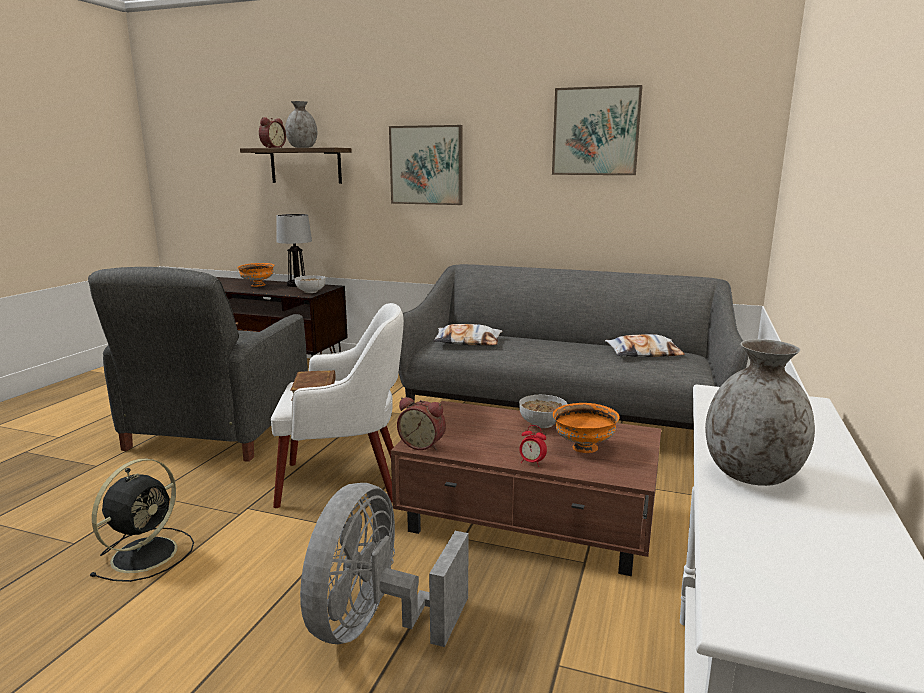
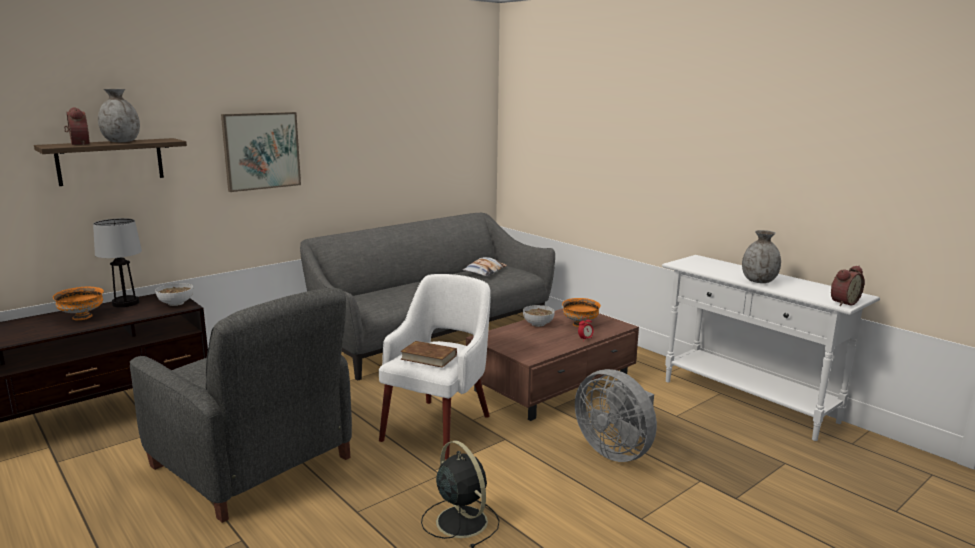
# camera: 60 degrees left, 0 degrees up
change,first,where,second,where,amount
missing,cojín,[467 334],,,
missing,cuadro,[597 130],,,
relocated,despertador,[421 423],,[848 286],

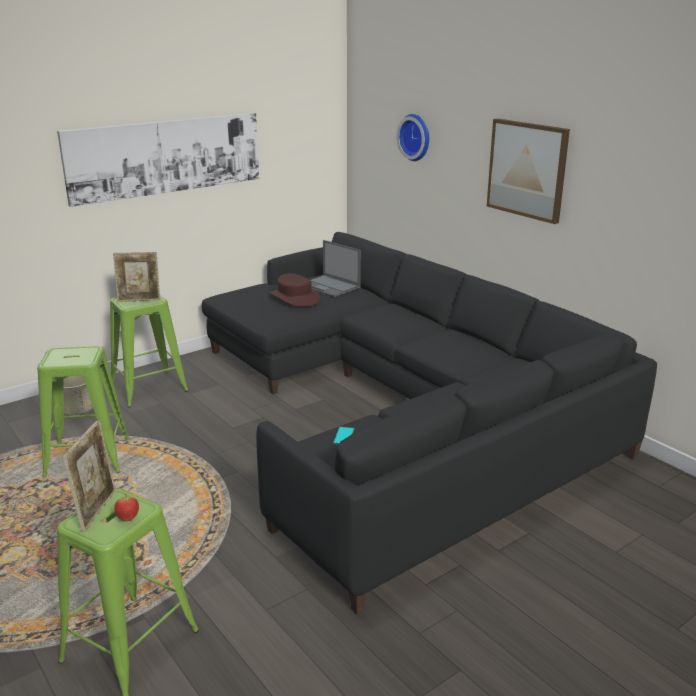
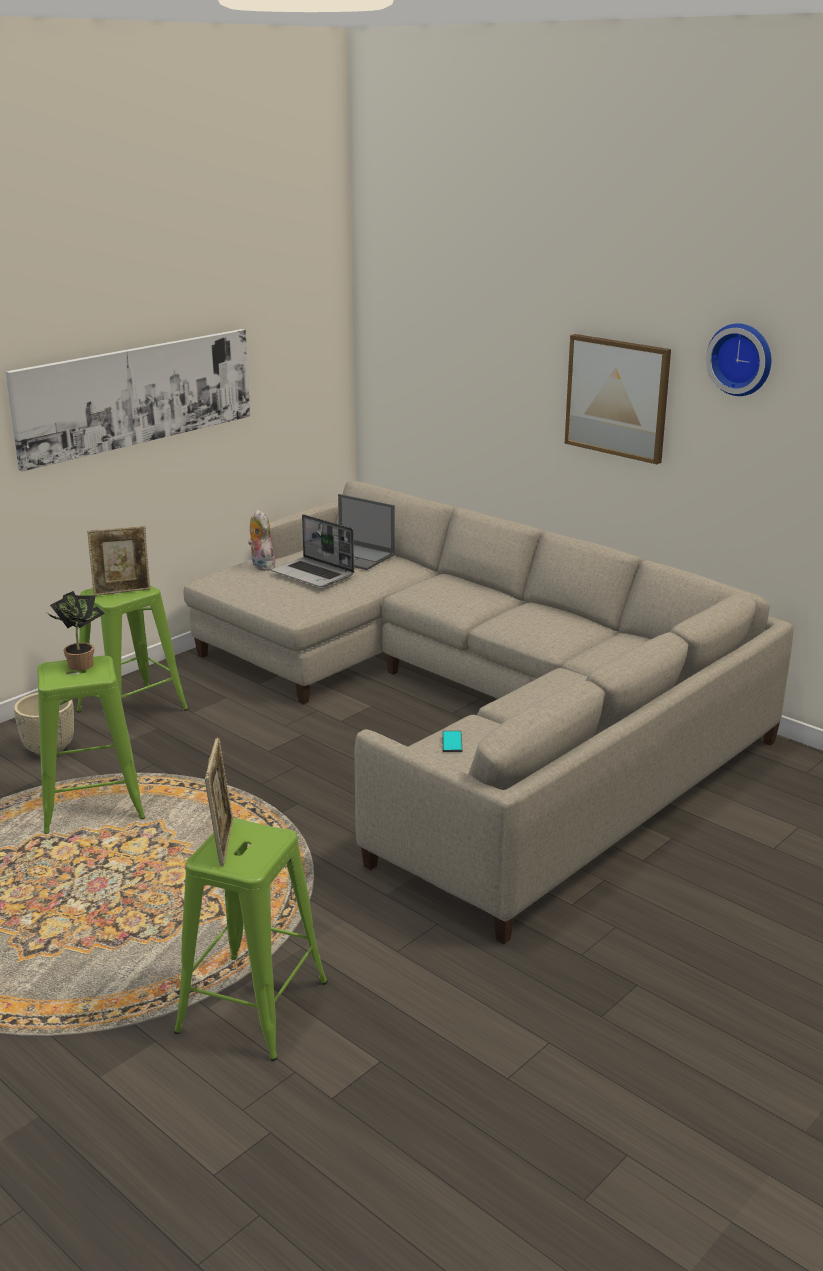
# camera: 10 degrees left, 0 degrees up
change,first,where,second,where,amount
missing,manzana,[126 507],,,
appeared,,,planta en maceta,[76 631],
appeared,,,peluche,[261 540],
relocated,reloj de pared,[413 137],,[738 359],
exchanged,sombrero/marrón,[295 290],portátil,[312 550],
colour,sofá/negro,[429 423],sofá/beis,[488 712],

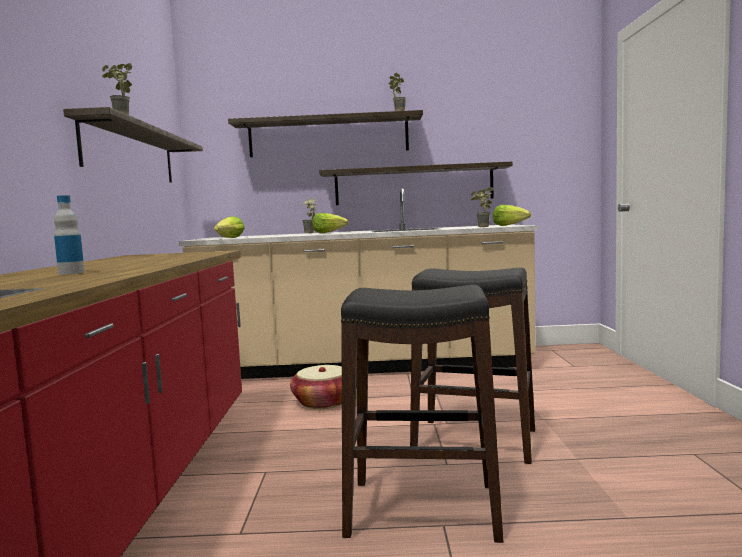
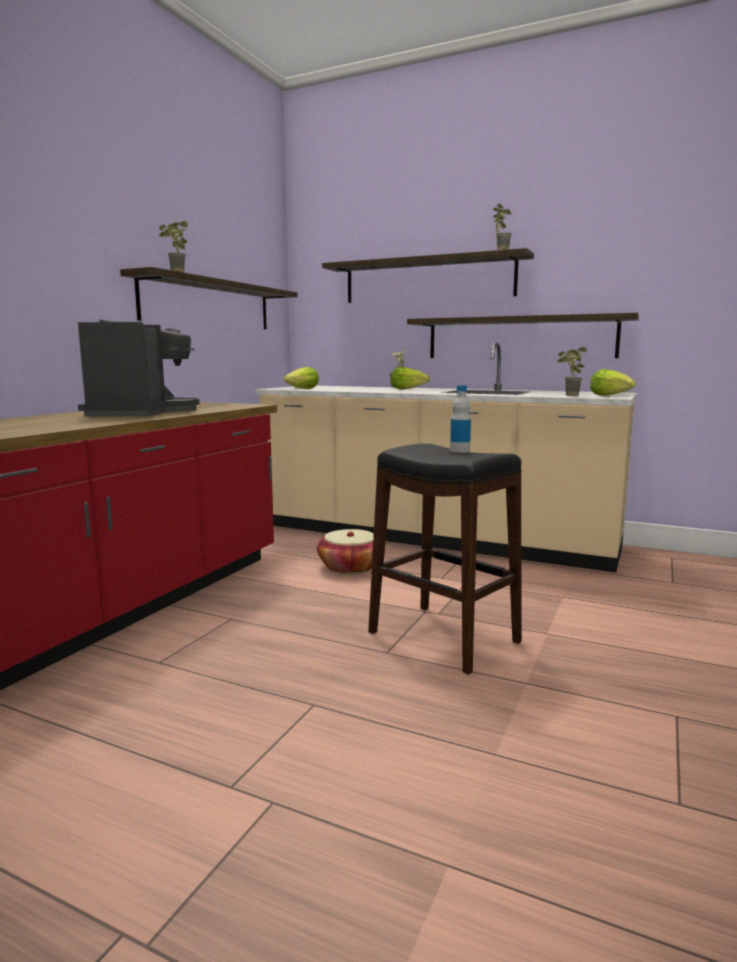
# camera: 25 degrees right, 5 degrees up
change,first,where,second,where,amount
missing,taburete/negro,[422 414],,,
appeared,,,cafetera,[139 368],
relocated,botella,[69 235],,[460 419],

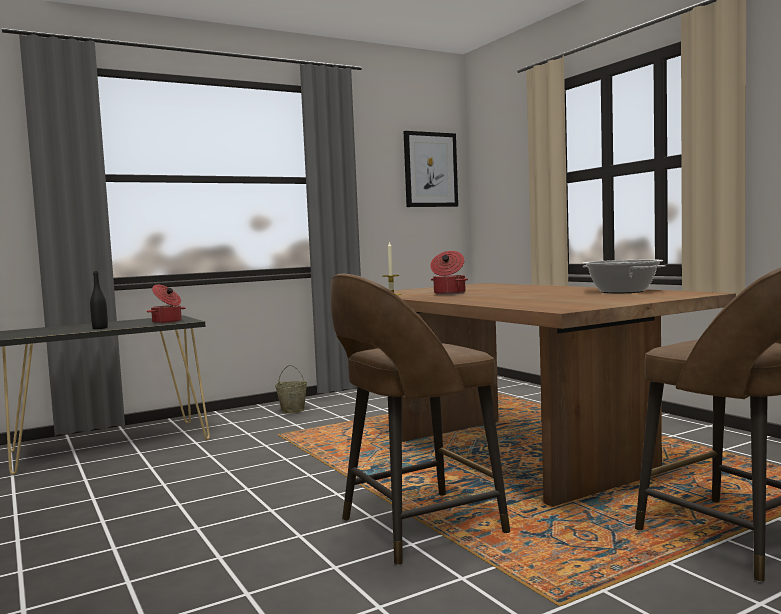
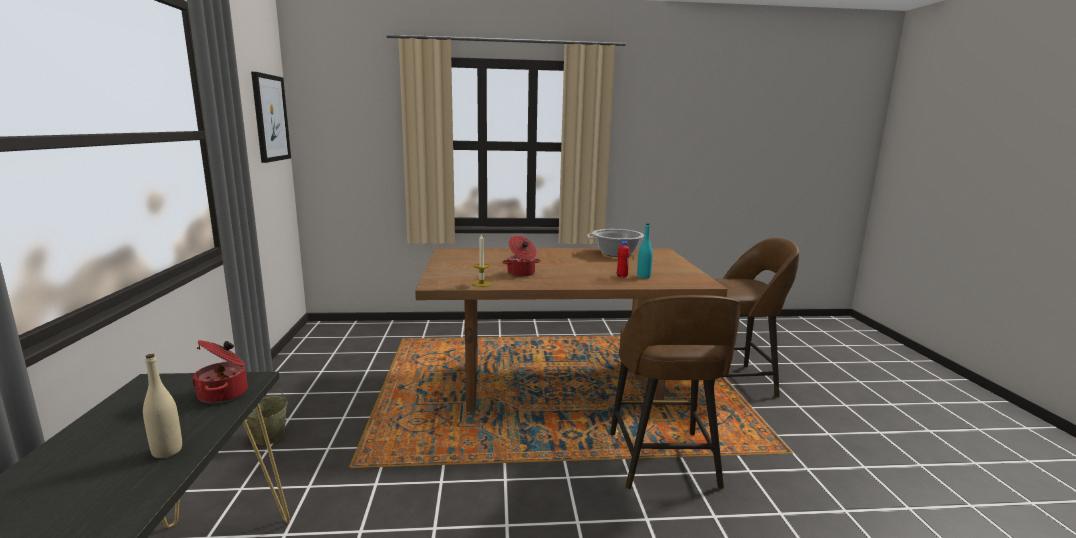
# camera: 65 degrees left, 10 degrees up
change,first,where,second,where,amount
appeared,,,botella/rojo,[623 259],
appeared,,,botella/turquesa,[645 250],
colour,botella/negro,[99 300],botella/beis,[162 406],

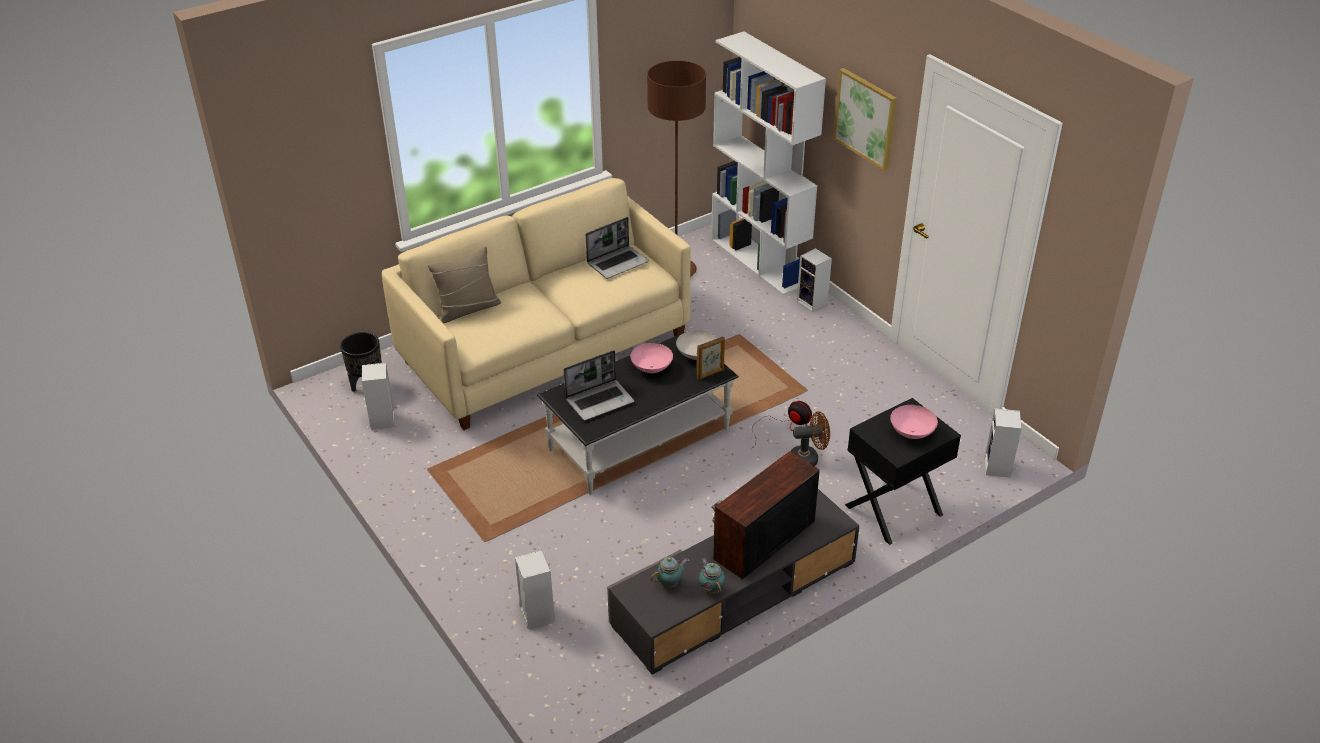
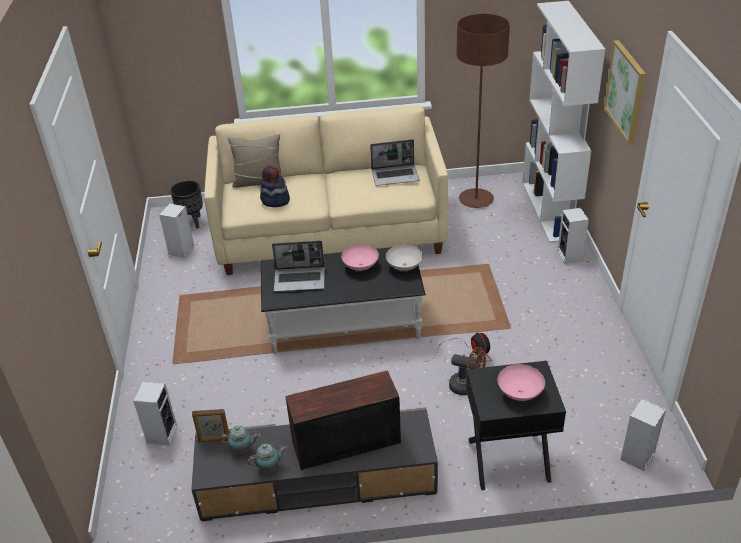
# camera: 30 degrees right, 0 degrees up
change,first,where,second,where,amount
appeared,,,sombrero,[275 186],
relocated,portarretratos,[711 358],,[210 425],
spun,tetera,[711 576],,[267 458],60 degrees clockwise

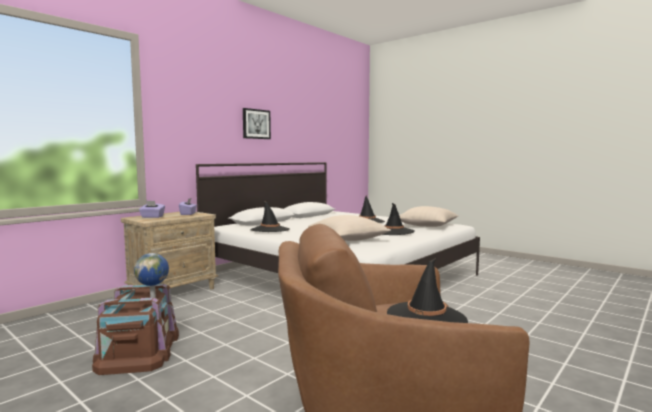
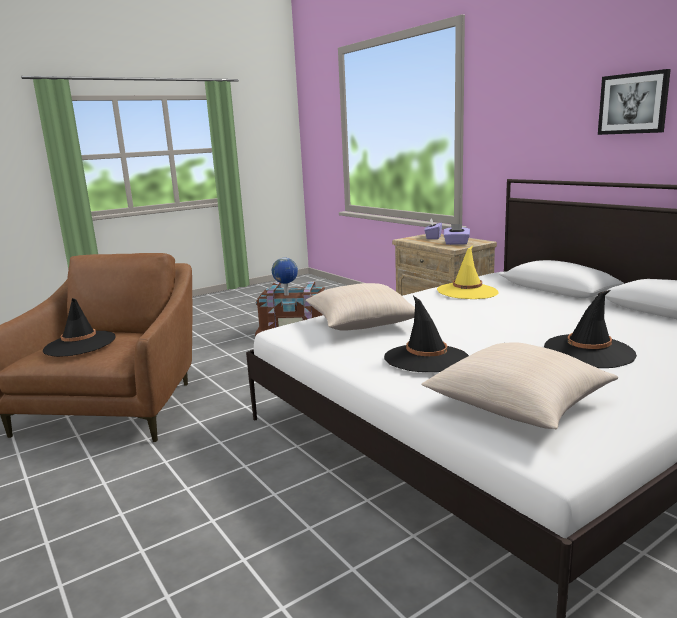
# camera: 105 degrees right, 10 degrees up
change,first,where,second,where,amount
colour,sombrero/negro,[270 216],sombrero/amarillo,[467 272],

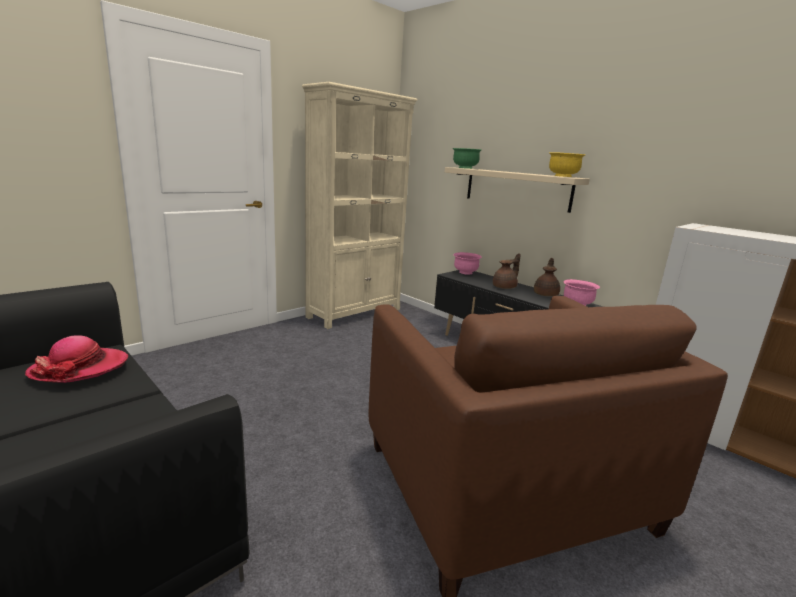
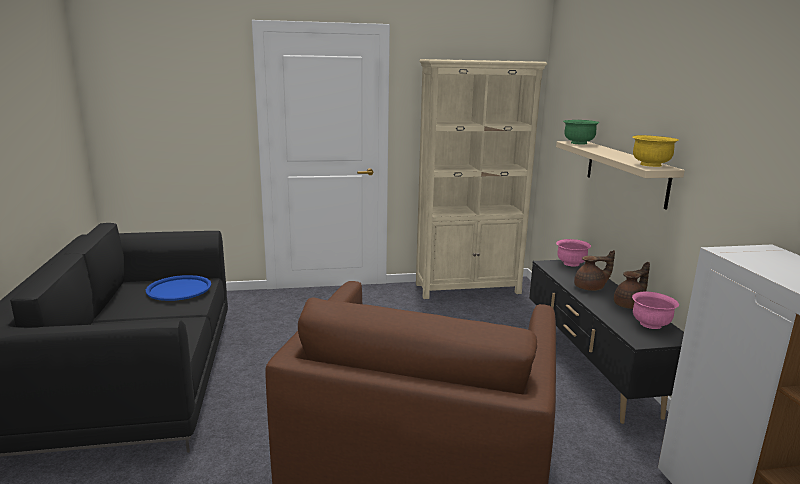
# camera: 35 degrees right, 0 degrees up
change,first,where,second,where,amount
exchanged,sombrero,[76 359],bandeja/azul,[178 288],

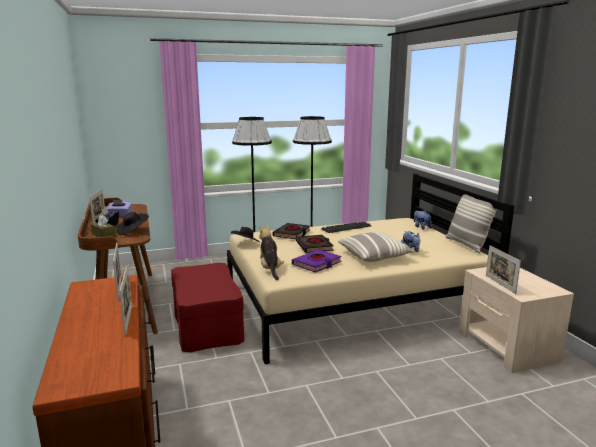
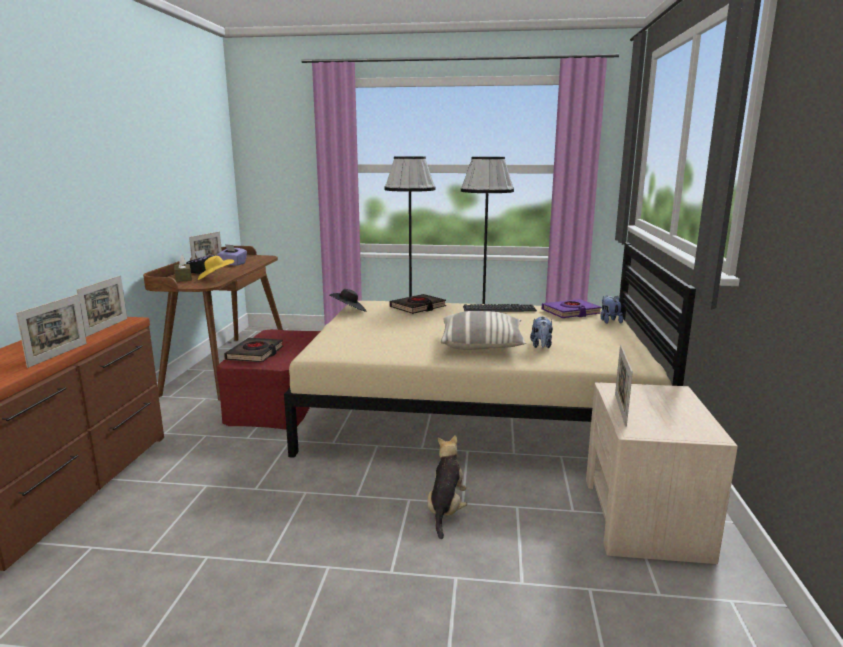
# camera: 25 degrees right, 0 degrees up
change,first,where,second,where,amount
missing,cojín,[471 223],,,
relocated,peluche,[271 252],,[447 487],
relocated,libro/morado,[316 261],,[572 308],
relocated,libro/negro,[314 244],,[254 350],
colour,sombrero/negro,[132 223],sombrero/amarillo,[216 268],

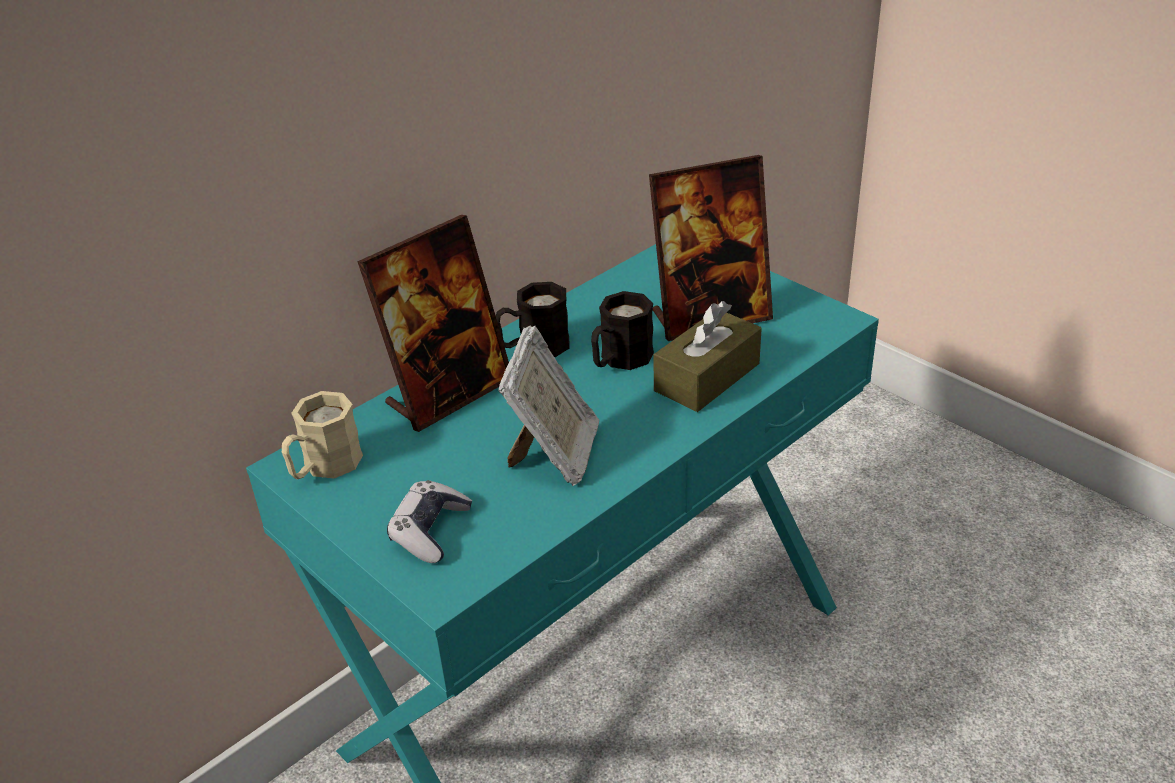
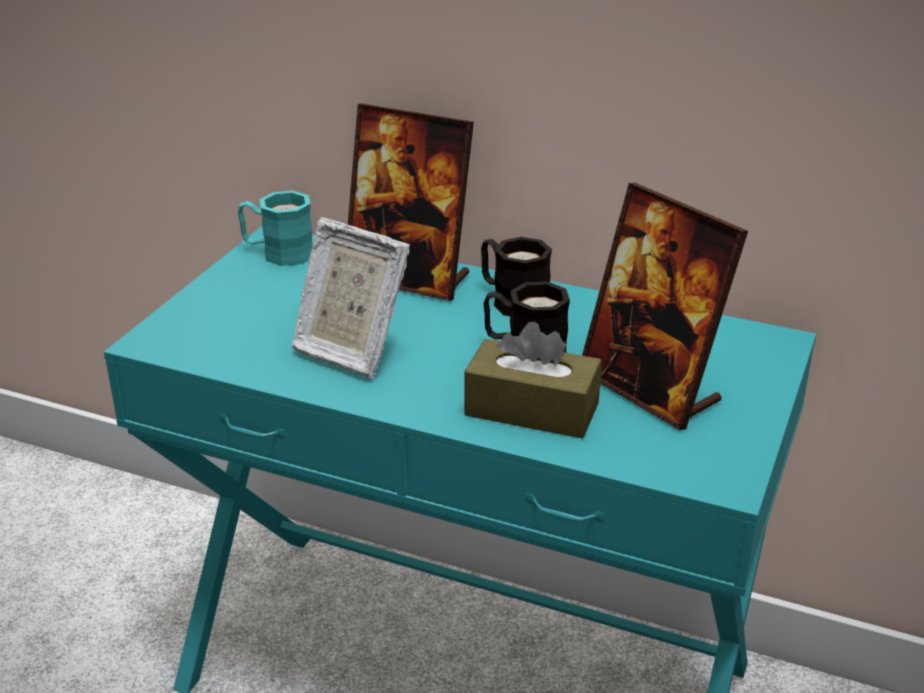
# camera: 65 degrees right, 5 degrees down
change,first,where,second,where,amount
missing,mando de consola,[429 521],,,
colour,taza grande/beis,[322 435],taza grande/turquesa,[275 228],
spun,portarretratos,[549 406],,[351 297],45 degrees clockwise

